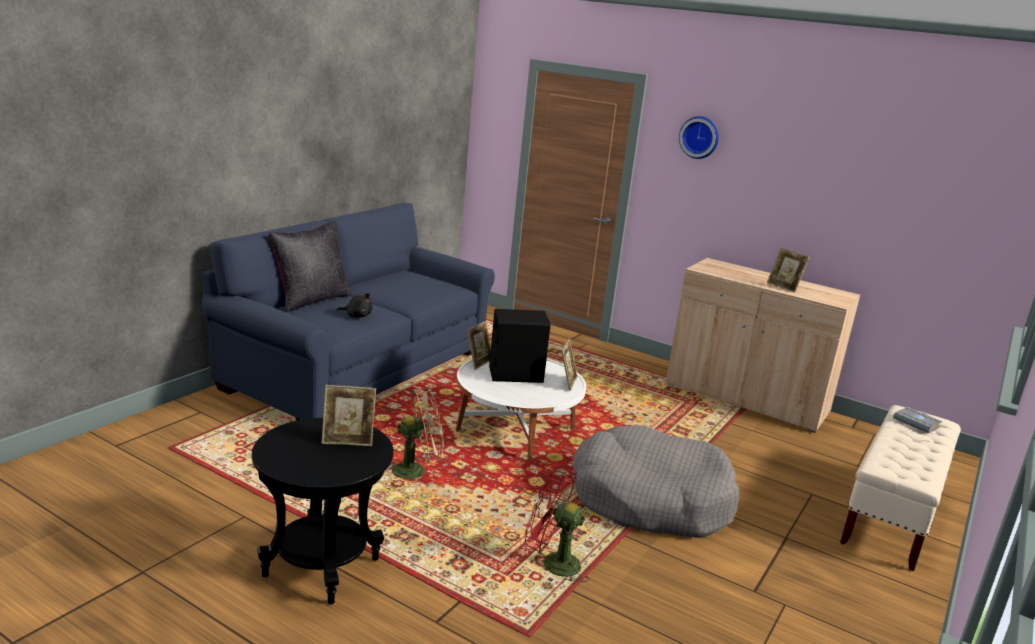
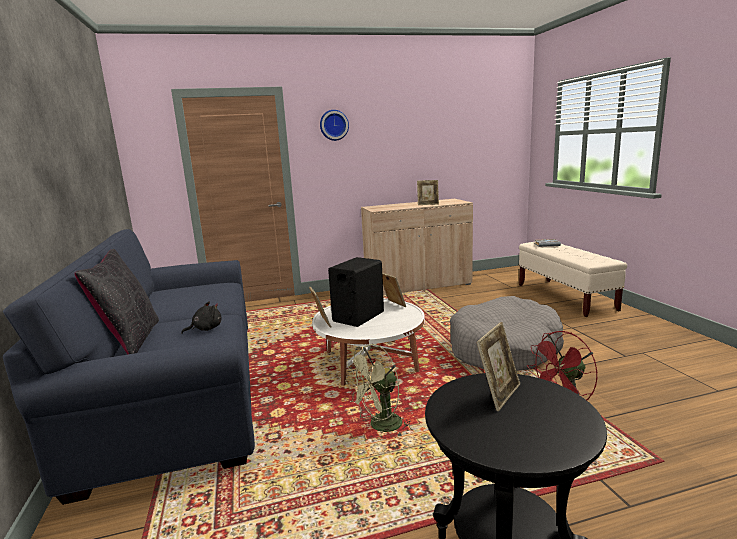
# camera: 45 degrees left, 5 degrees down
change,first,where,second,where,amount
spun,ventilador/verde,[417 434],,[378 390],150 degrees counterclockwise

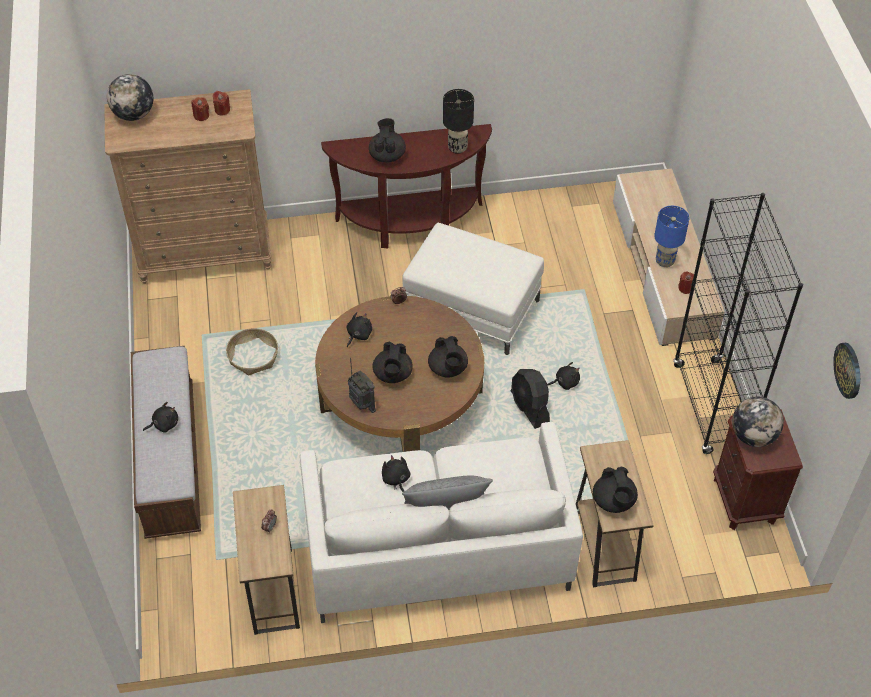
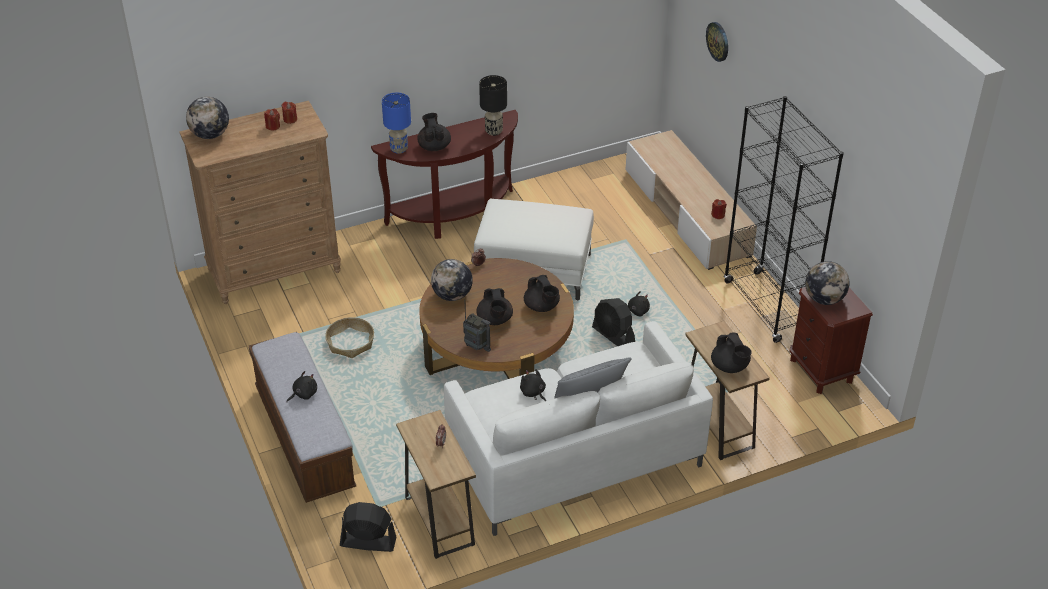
# camera: 15 degrees left, 10 degrees down
change,first,where,second,where,amount
appeared,,,ventilador/negro,[368 527],
relocated,lámpara de mesa/azul,[671 236],,[396 123],
relocated,reloj de pared,[846 371],,[717 42],
exchanged,peluche/negro,[359 329],globo terráqueo,[452 280],

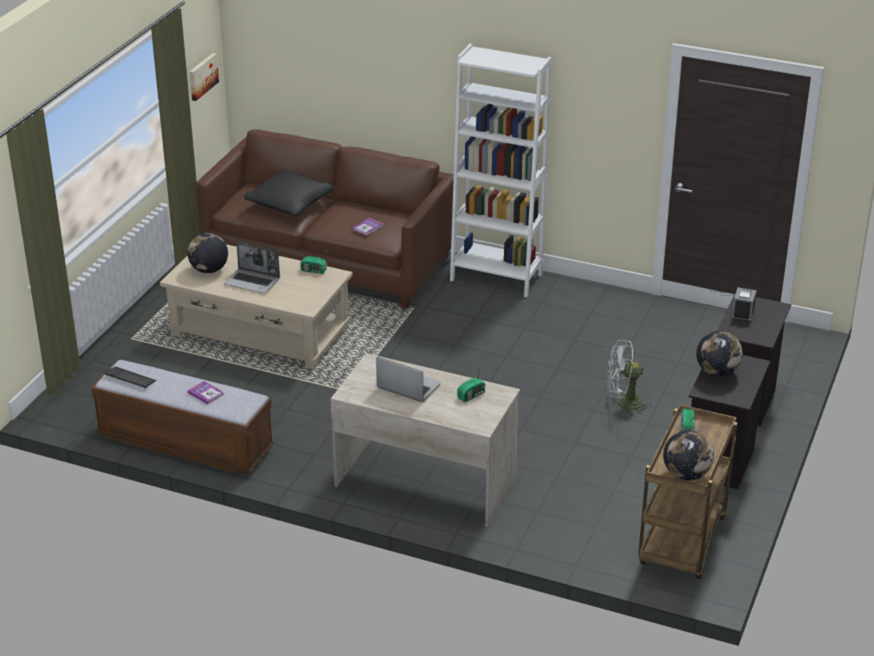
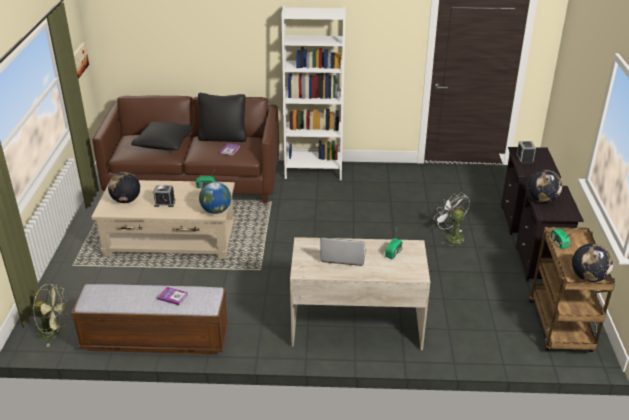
# camera: 20 degrees left, 0 degrees up
change,first,where,second,where,amount
missing,teclado,[130 377],,,
appeared,,,ventilador/verde,[51 315],
appeared,,,cojín/negro,[222 117],
appeared,,,globo terráqueo,[215 198],
exchanged,portátil,[252 268],despertador,[164 196],
spun,ventilador/blanco,[629 377],,[452 220],75 degrees clockwise

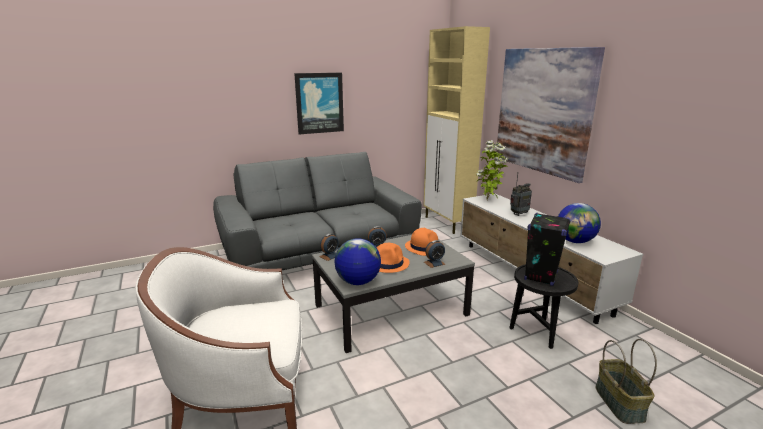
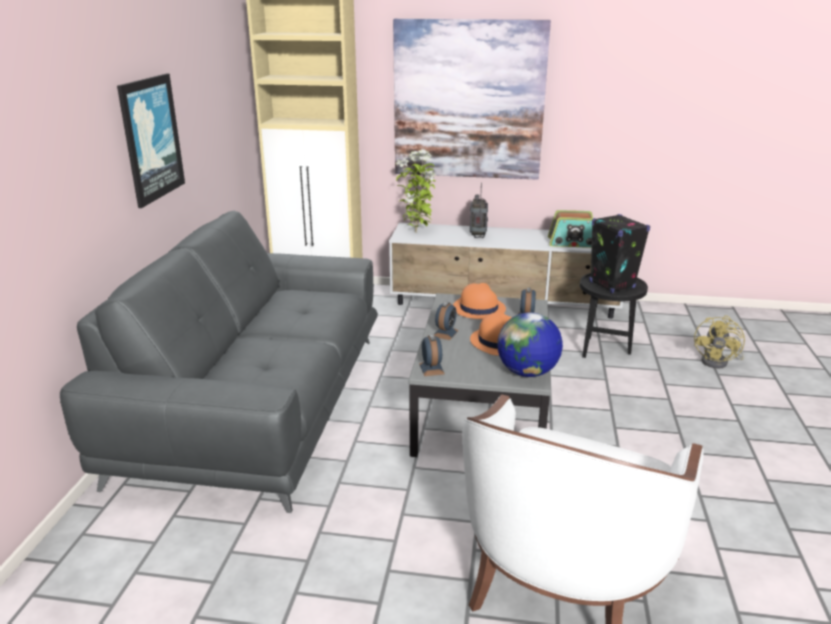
# camera: 55 degrees left, 5 degrees up
change,first,where,second,where,amount
exchanged,globo terráqueo,[579 223],radio,[570 229],
exchanged,cesta,[626 381],ventilador/amarillo,[719 342],

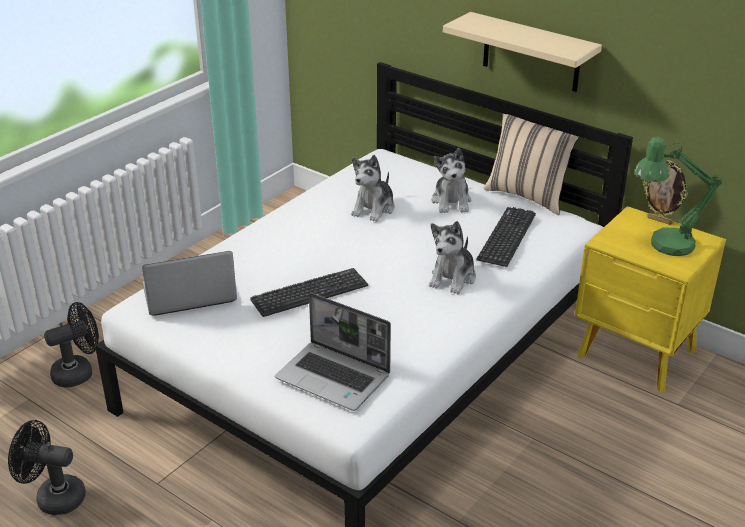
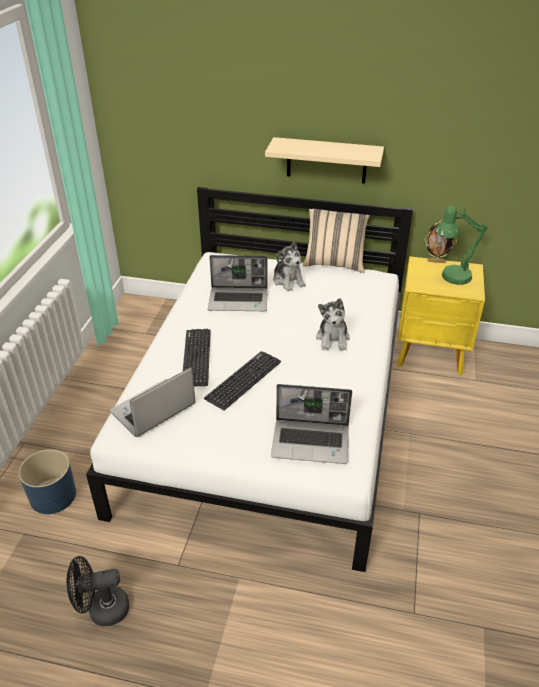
# camera: 25 degrees left, 5 degrees up
change,first,where,second,where,amount
relocated,teclado,[506 237],,[197 357],
exchanged,ventilador/negro,[71 344],maceta/azul,[47 481],
exchanged,peluche,[373 188],portátil,[238 283],

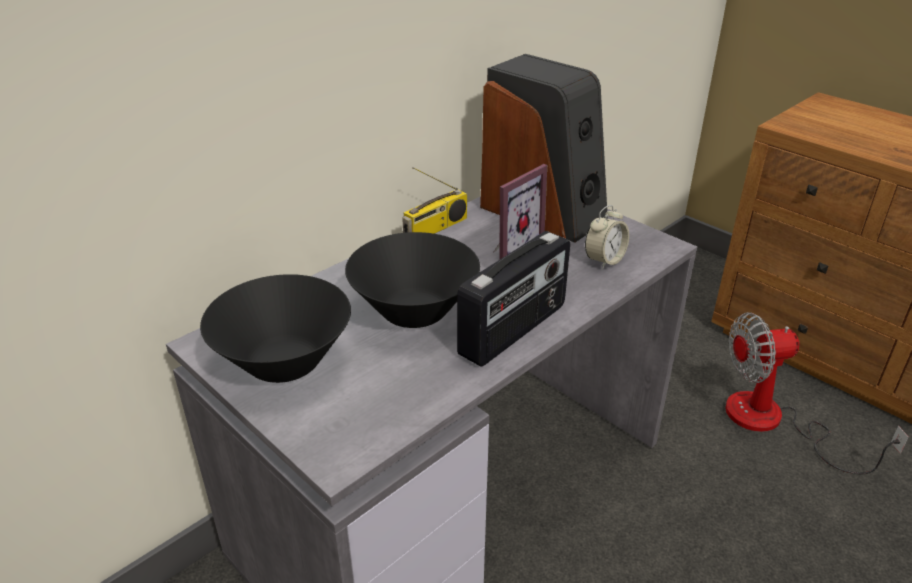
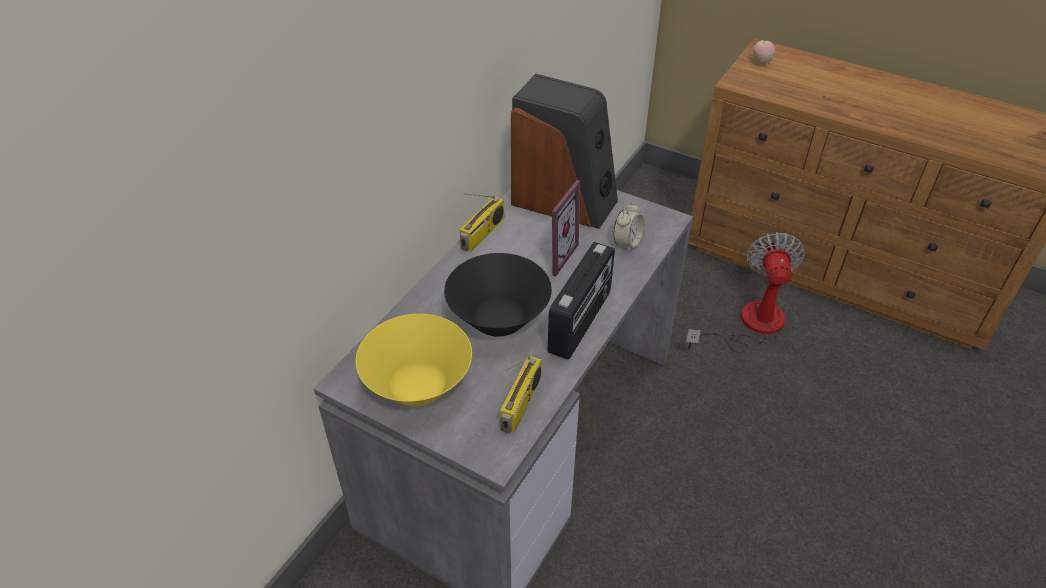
# camera: 15 degrees left, 10 degrees up
change,first,where,second,where,amount
appeared,,,radio,[521 394],
appeared,,,manzana,[764 52],
colour,cuenco/negro,[275 328],cuenco/amarillo,[413 360],
spun,ventilador,[817 393],,[745 292],120 degrees clockwise

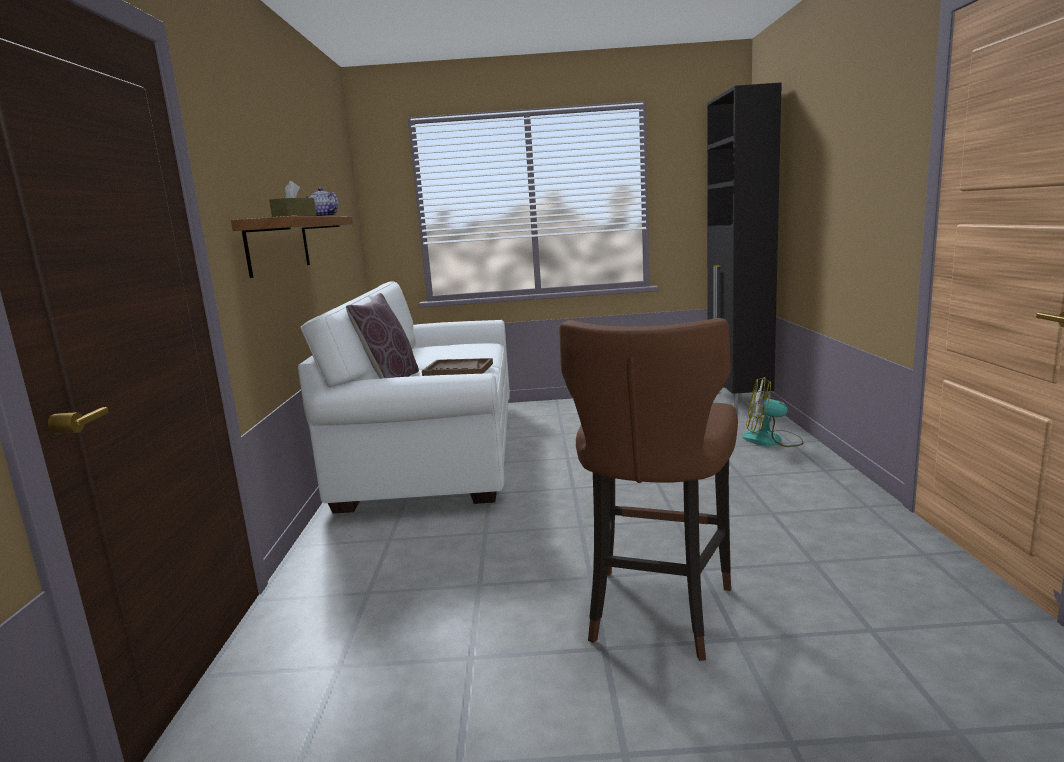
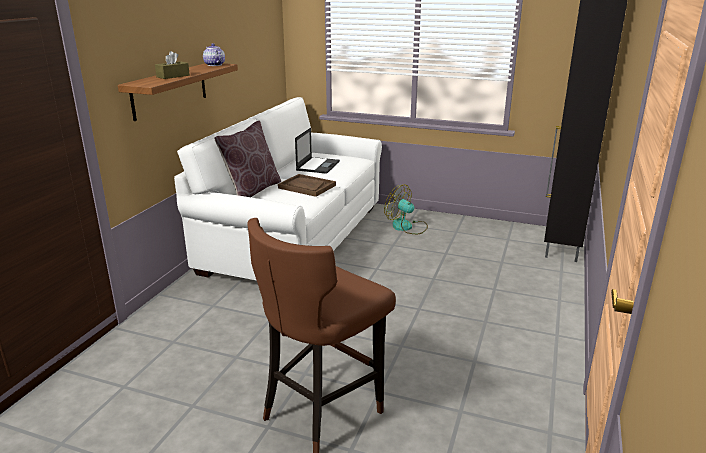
# camera: 20 degrees right, 10 degrees up
change,first,where,second,where,amount
appeared,,,portátil,[317 151],
relocated,ventilador,[772 412],,[406 209],

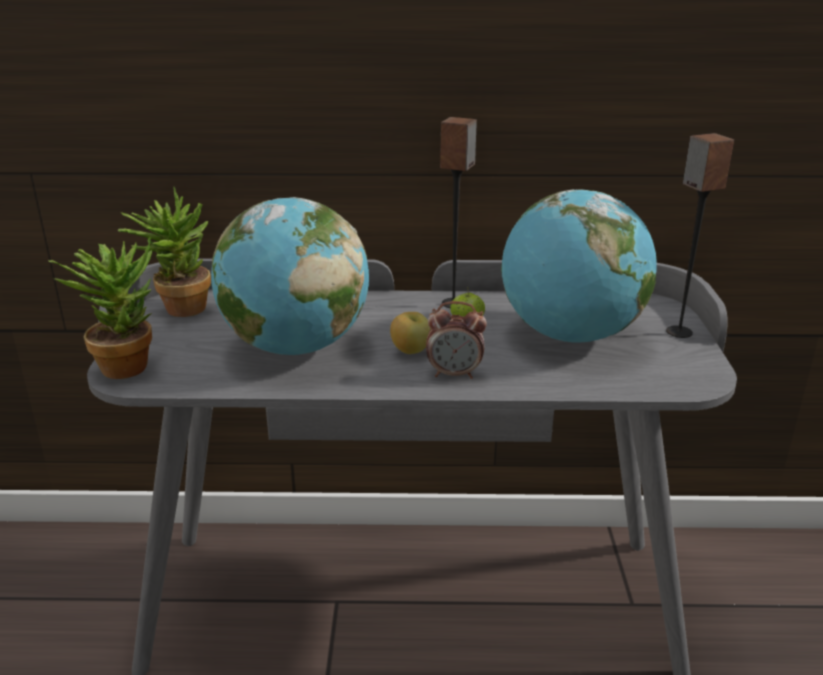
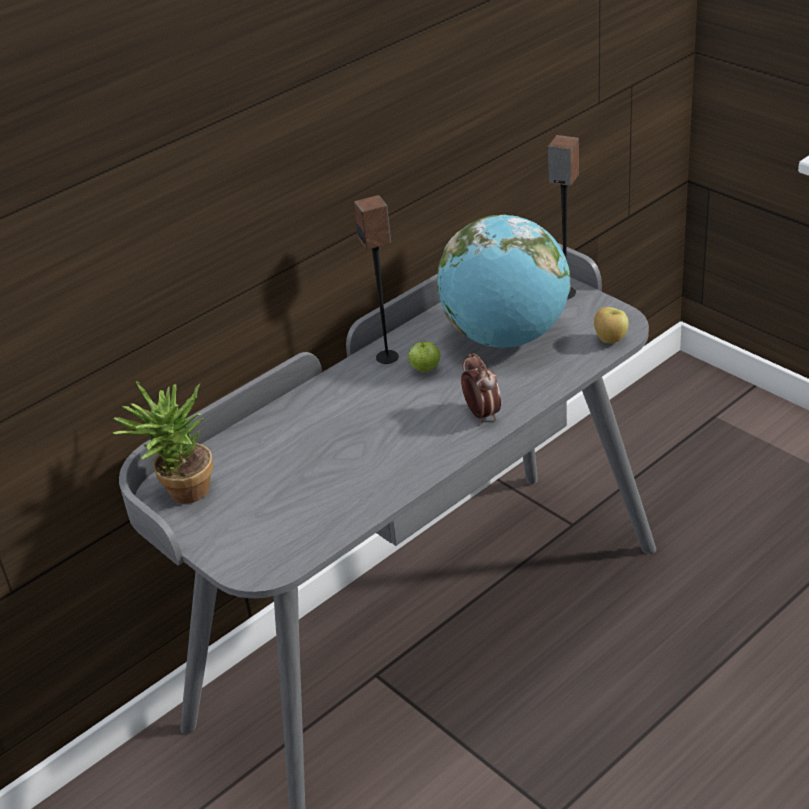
# camera: 40 degrees left, 10 degrees up
change,first,where,second,where,amount
missing,planta en maceta,[100 308],,,
missing,globo terráqueo,[290 276],,,
relocated,manzana,[410 333],,[611 325],
spun,despertador,[456 340],,[481 388],75 degrees counterclockwise

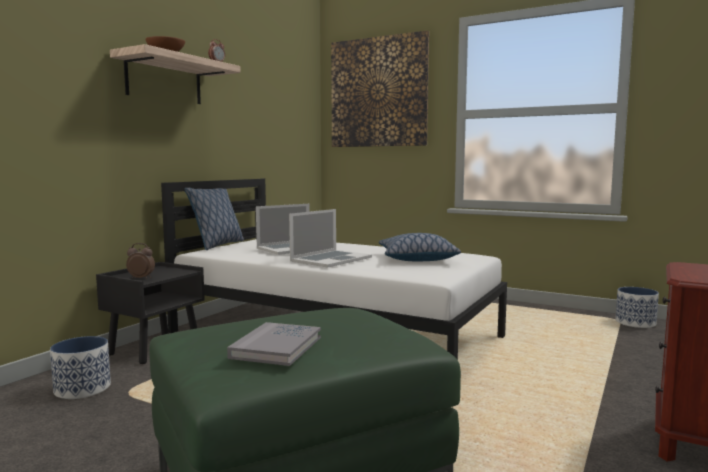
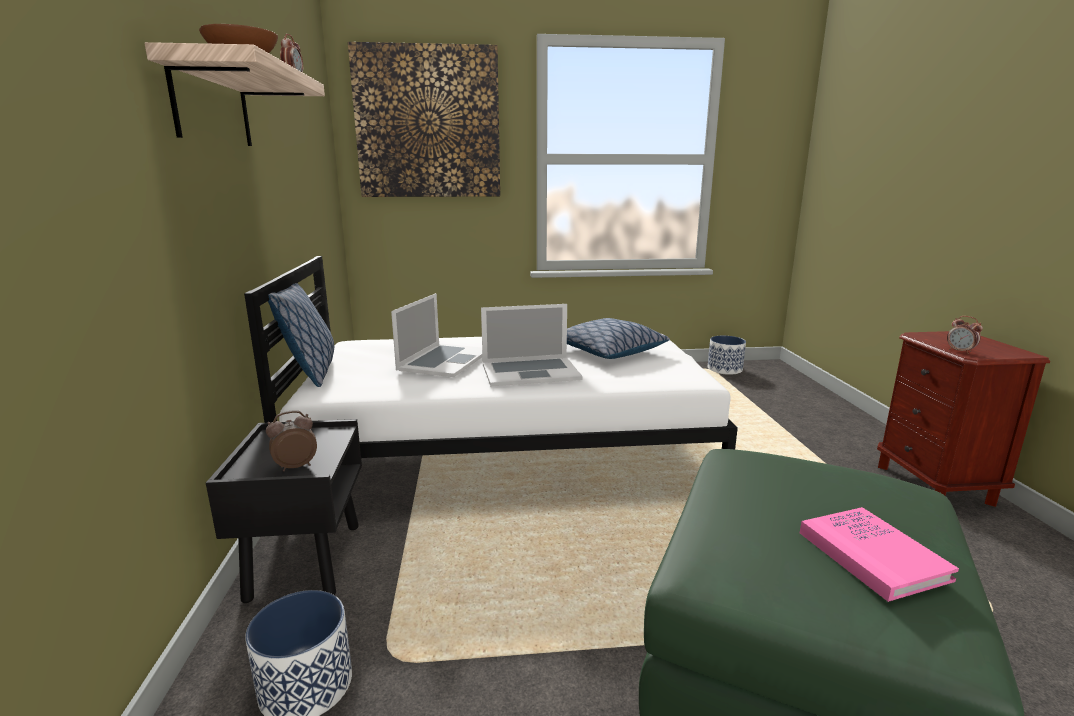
# camera: 35 degrees left, 10 degrees up
change,first,where,second,where,amount
appeared,,,despertador,[965 335],
colour,libro/gris,[274 344],libro/rosa,[879 554],
spun,portátil,[330 238],,[532 345],75 degrees clockwise

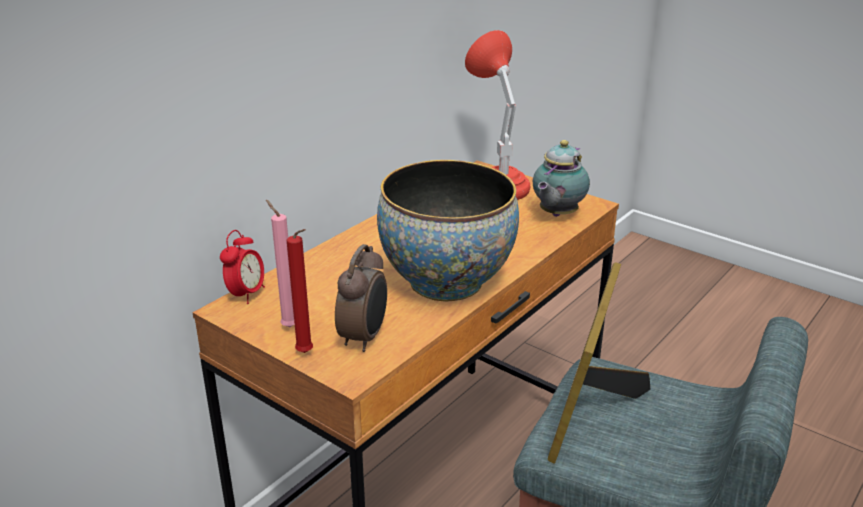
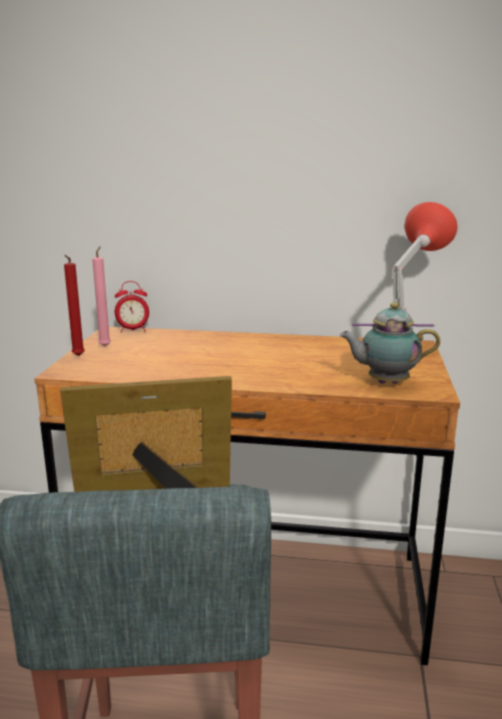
# camera: 60 degrees right, 10 degrees down
change,first,where,second,where,amount
missing,despertador,[361 298],,,
missing,cuenco,[448 231],,,

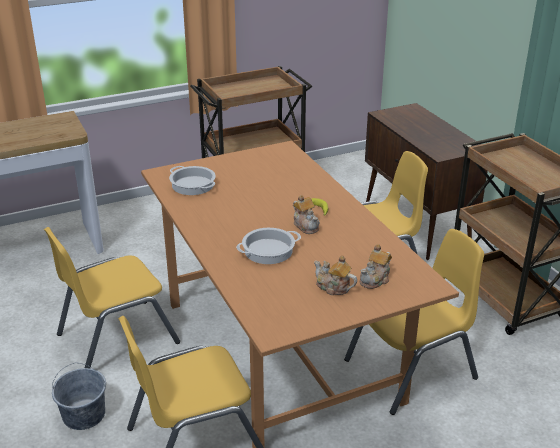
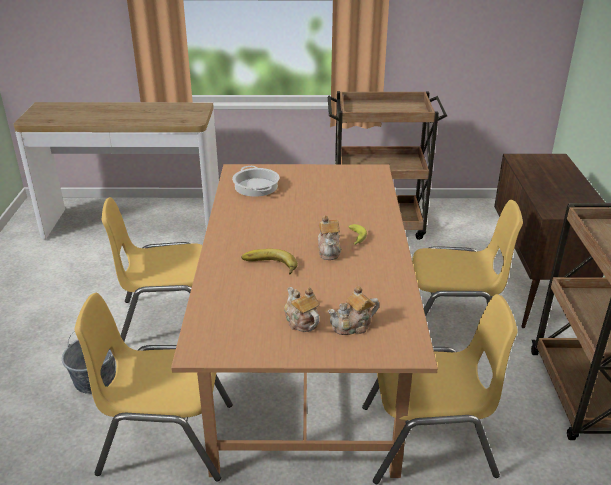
# camera: 25 degrees right, 0 degrees up
change,first,where,second,where,amount
exchanged,olla,[268 246],plátano,[269 261],

